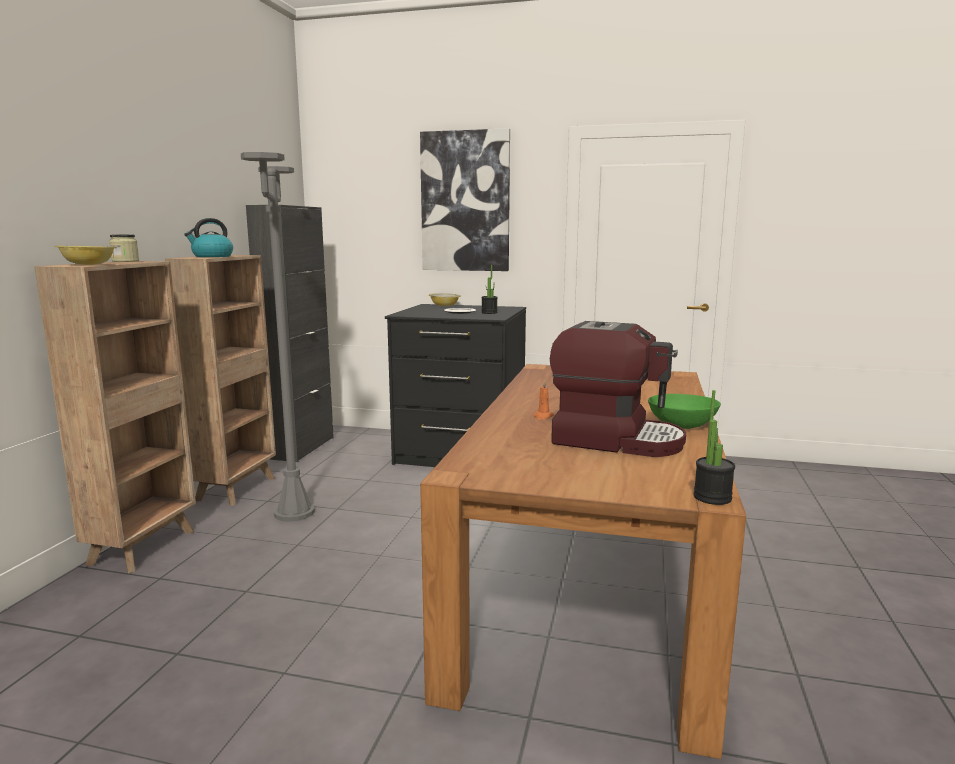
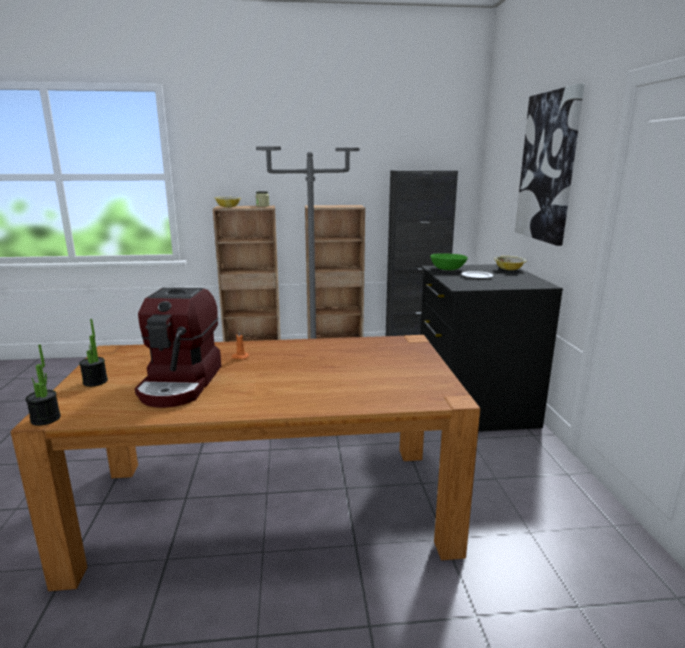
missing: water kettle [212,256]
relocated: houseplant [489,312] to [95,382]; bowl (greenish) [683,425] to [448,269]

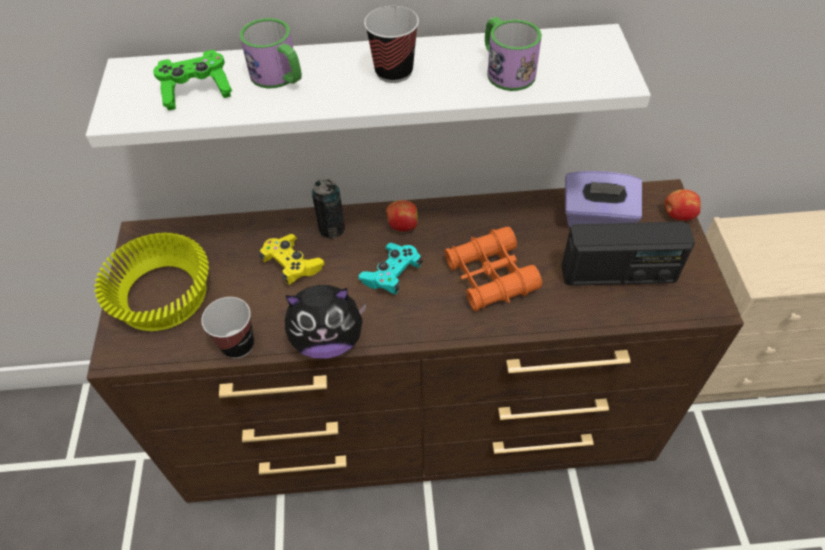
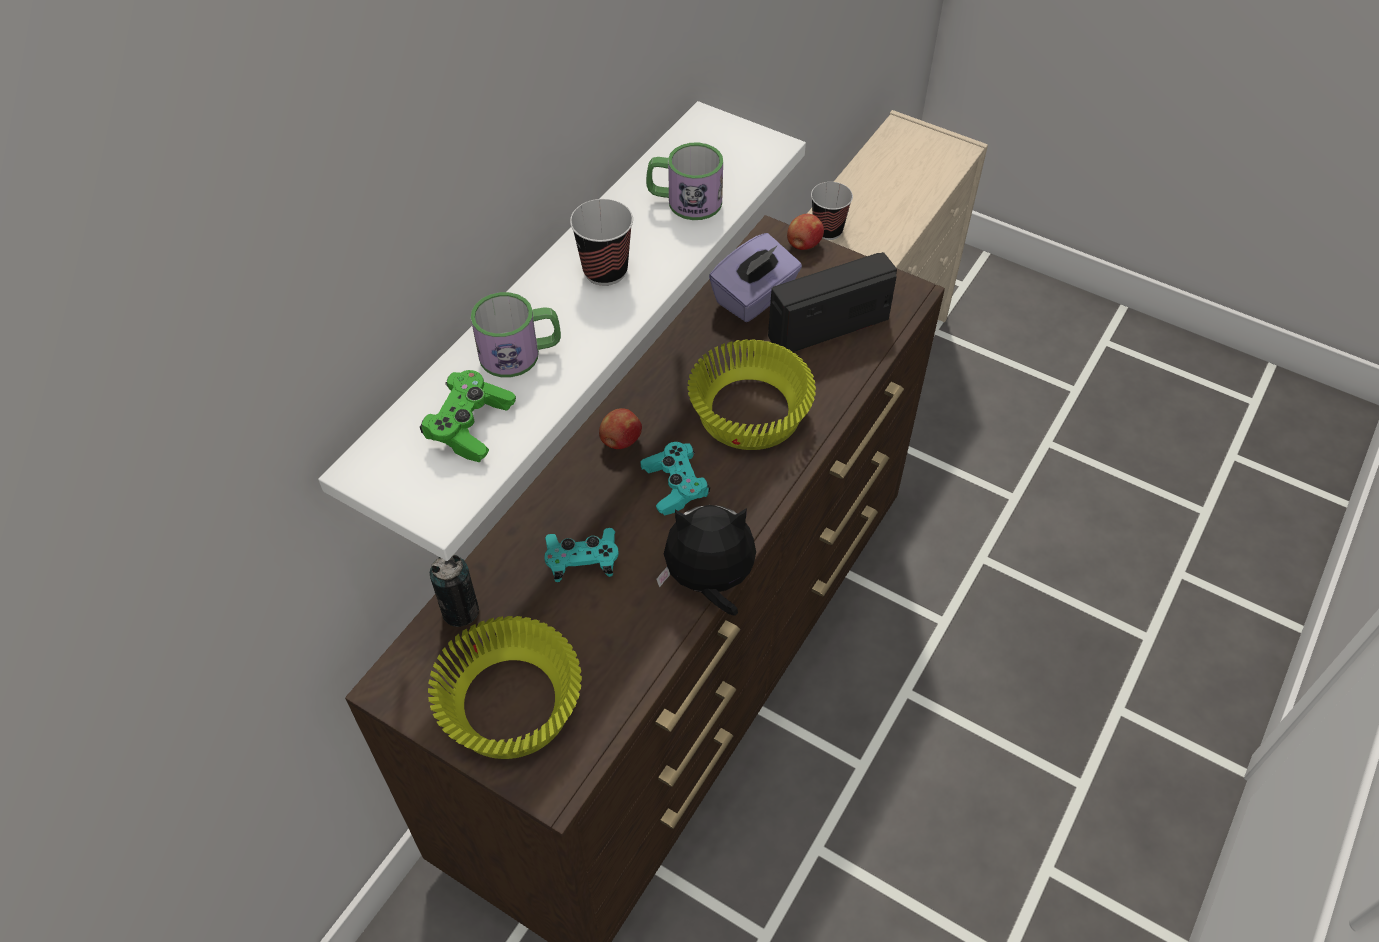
relocated: small cup [237,345] to [827,230]; metal can [332,228] to [460,611]
exchanged: pair of binoculars (orangey) [490,276] to bowl (yellow-coloured) [748,414]
colour: game controller (yellow-coloured) [292,265] to game controller (turquoise-coloured) [582,561]
spun: cuddly toy [328,340] = [709,583] 120 degrees counterclockwise; radio [618,274] = [828,326] 150 degrees counterclockwise

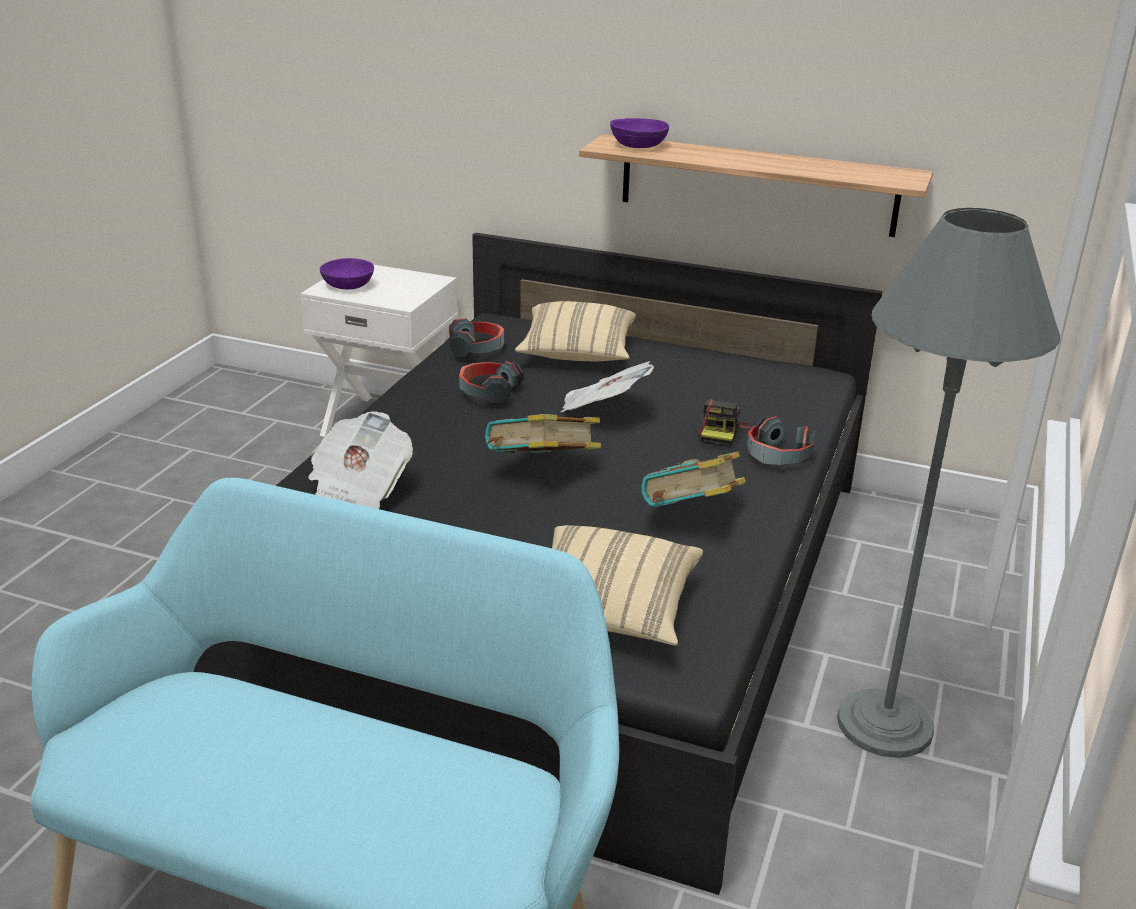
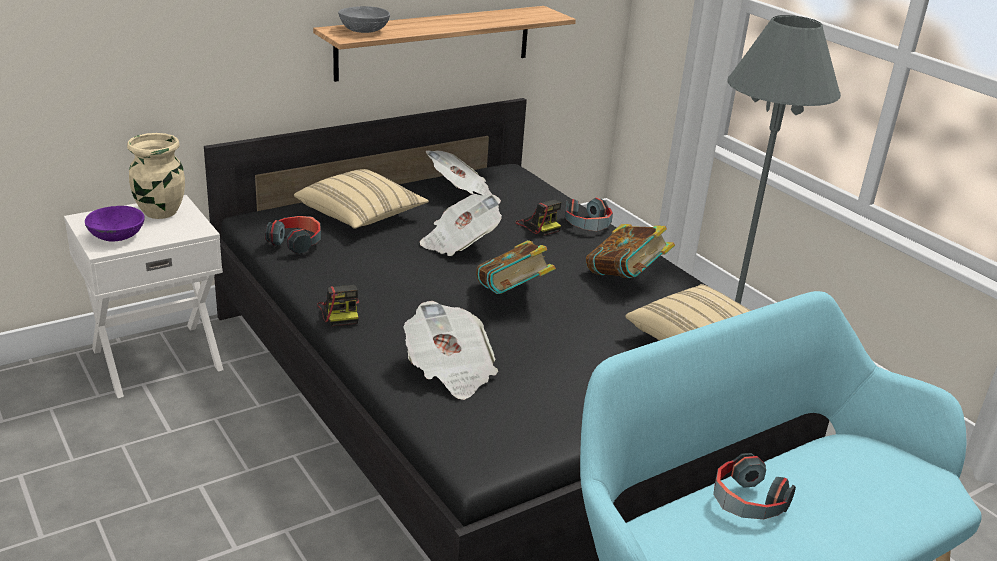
appeared: vase (sand-coloured) [160,212]; photo camera [340,312]; printed paper [460,191]
relocated: pair of headphones [488,392] to [747,501]
colour: bowl (purple-coloured) [638,146] to bowl (greyish) [364,30]

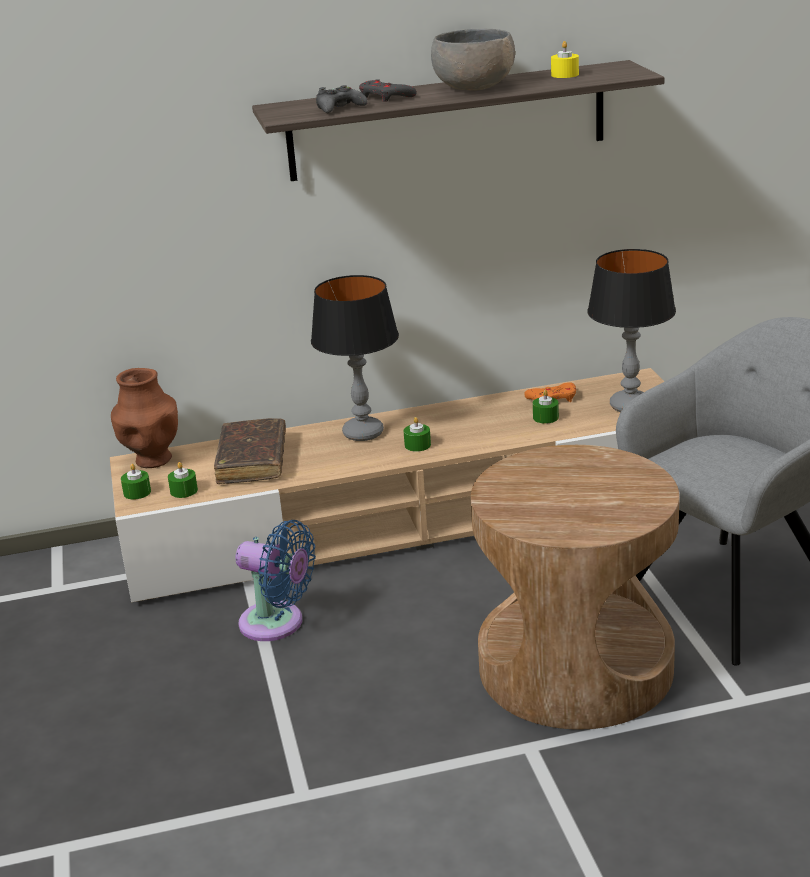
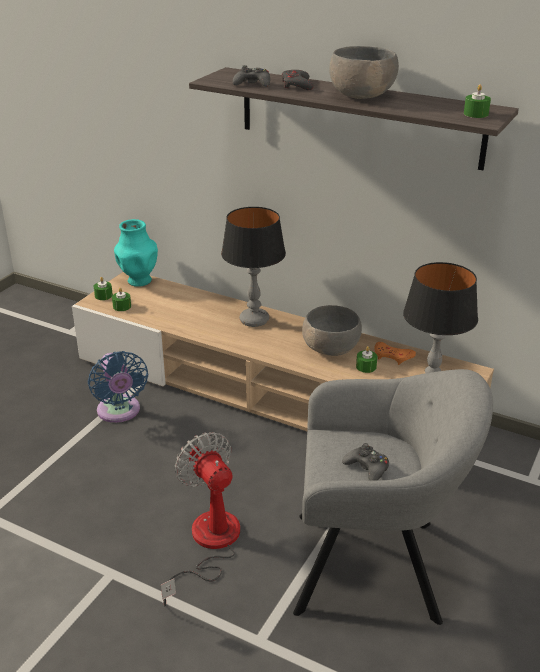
missing: volume (brown-coloured) [252,461]; candle (yellow-coloured) [565,74]
appeared: bowl (greyish) [330,348]; game controller (black-coloured) [367,468]
relocated: candle (greenish) [417,445] to [476,114]
exchanged: accent table (brown-coloured) [576,667] to cooling fan [208,544]
colour: vase (brown-coloured) [152,460] to vase (turquoise-coloured) [138,281]

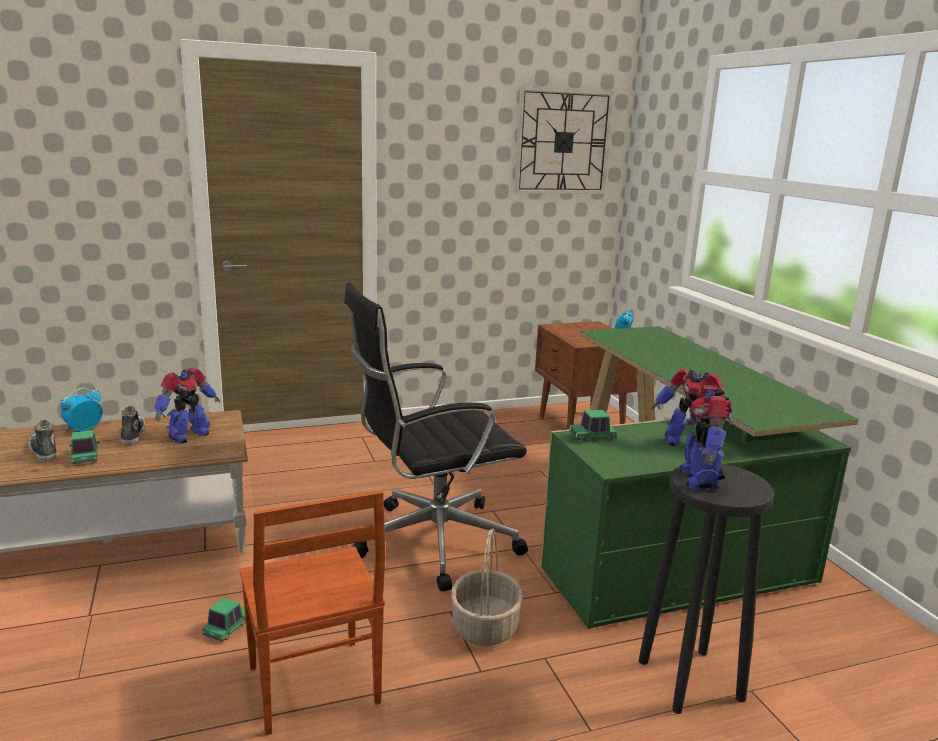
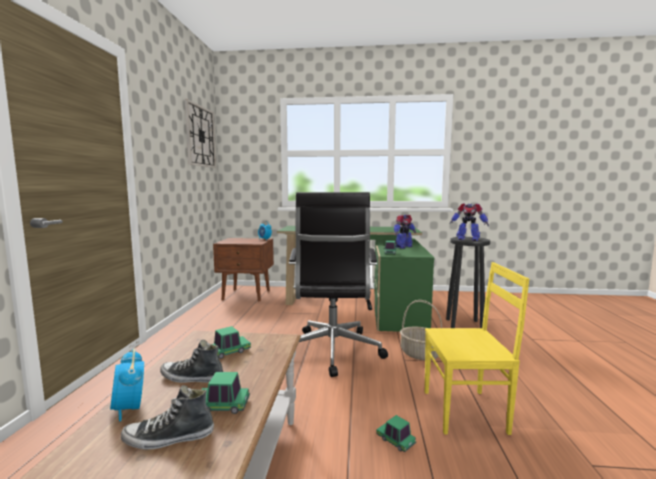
exchanged: robot figure [188,436] to model car [229,352]
colour: upright chair (brown-coloured) [312,687] to upright chair (yellow-coloured) [466,412]

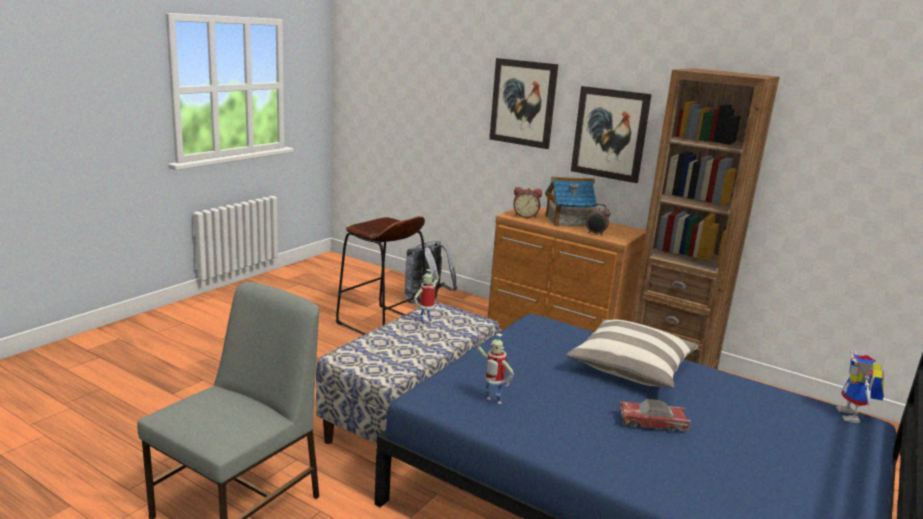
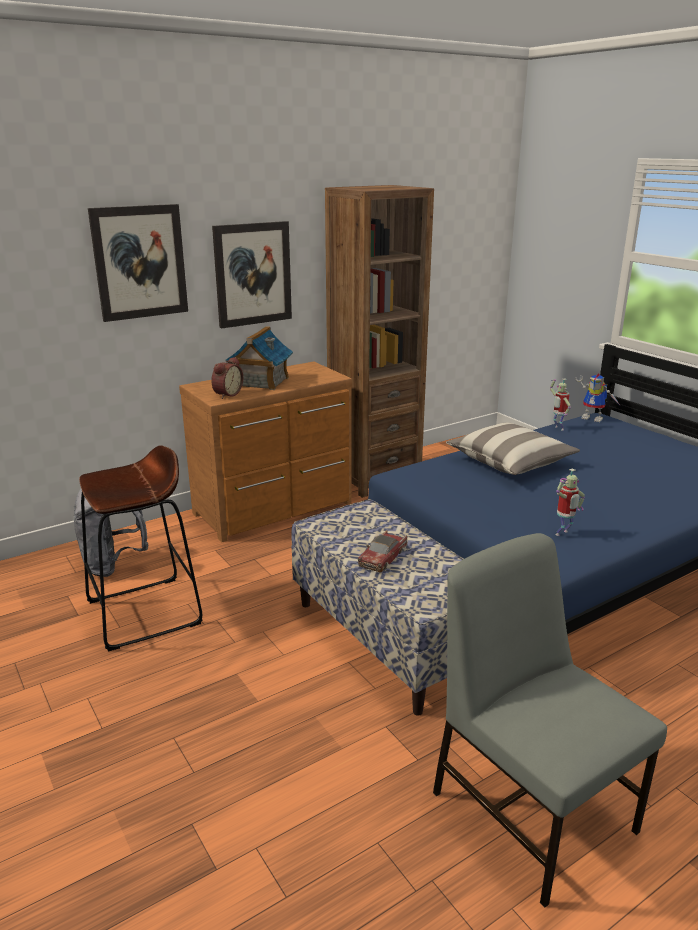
missing: alarm clock [595,234]
relocated: robot figure [425,323] to [557,428]; model car [652,422] to [383,557]

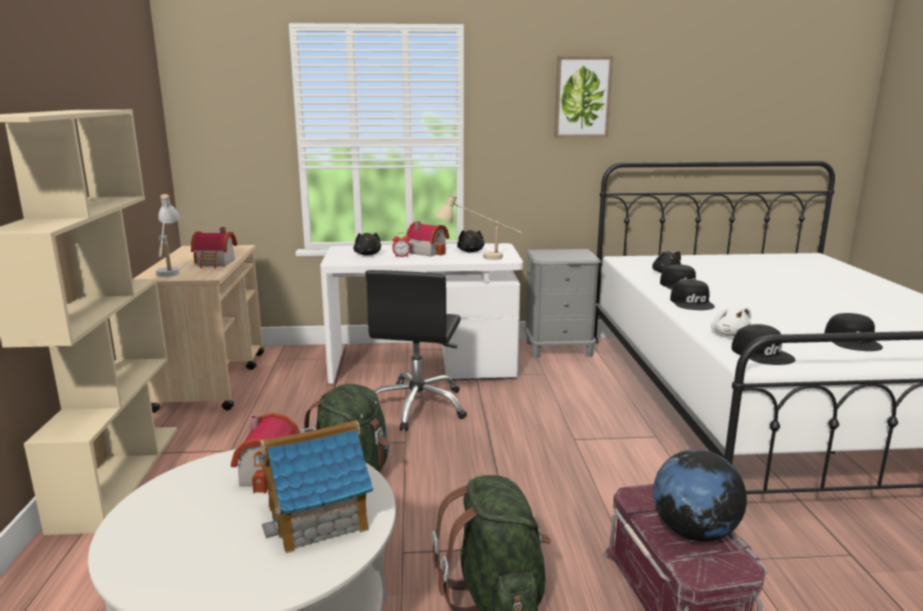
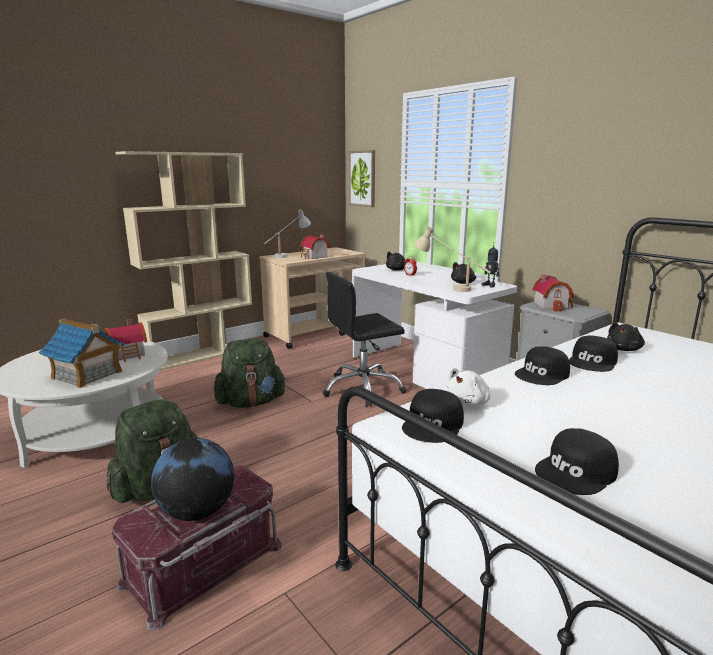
appeared: robot figure [490,285]
relocated: miniature house [428,251] to [552,306]; wall picture [582,97] to [362,178]

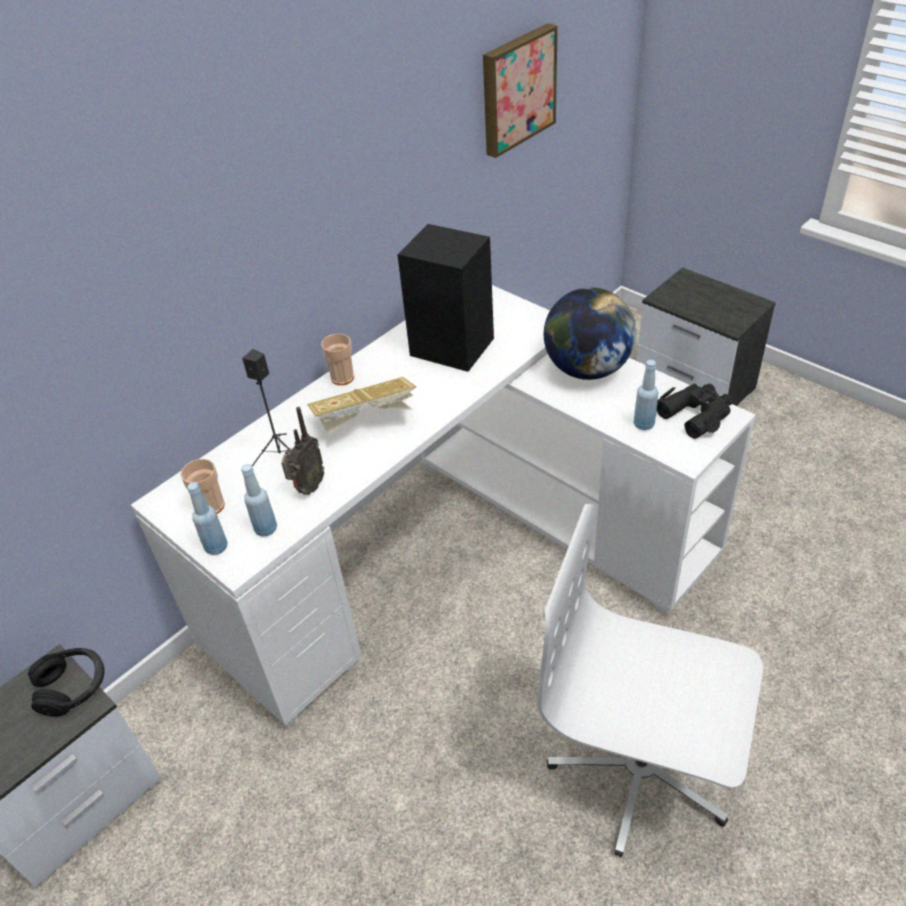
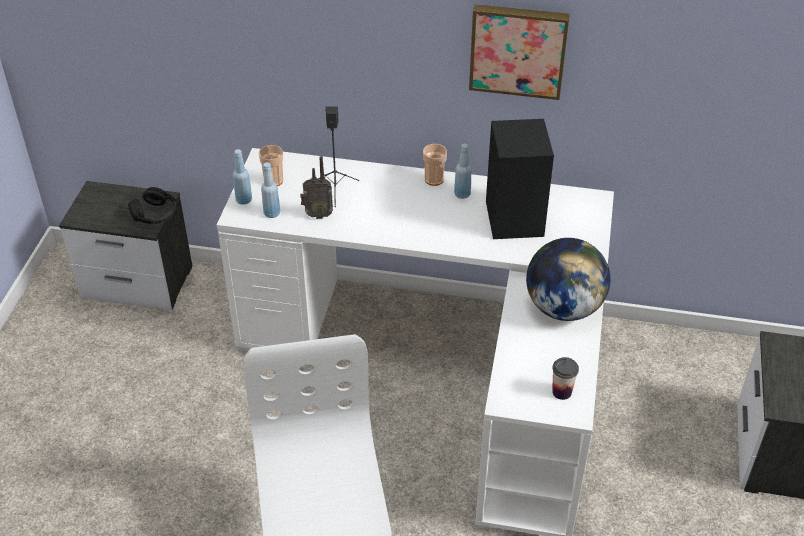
missing: volume [366,421]
relocated: wall picture [516,89] to [518,49]; bottle (bluish) [643,424] to [462,194]
exchanged: pair of binoculars (black-coloured) [696,414] to small cup [561,392]

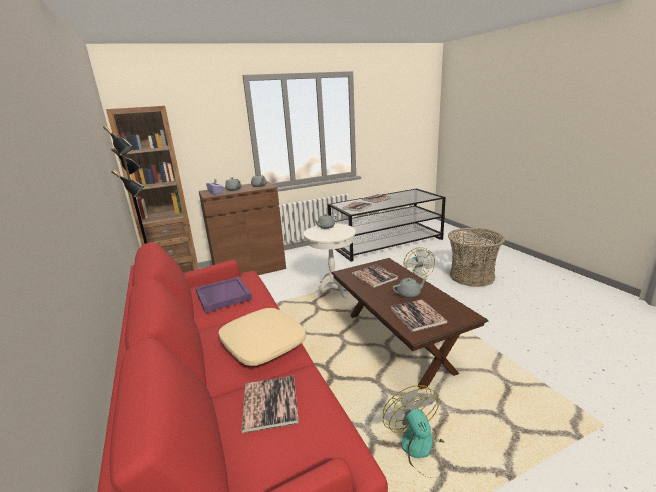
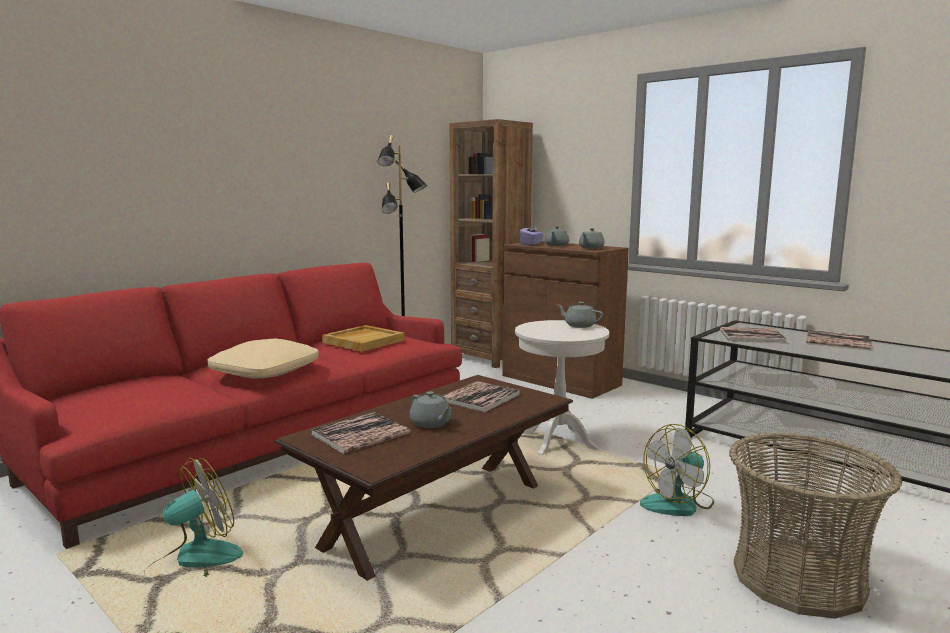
missing: volume [270,404]
colour: tray (purple-coloured) [223,296] to tray (sand-coloured) [363,341]

